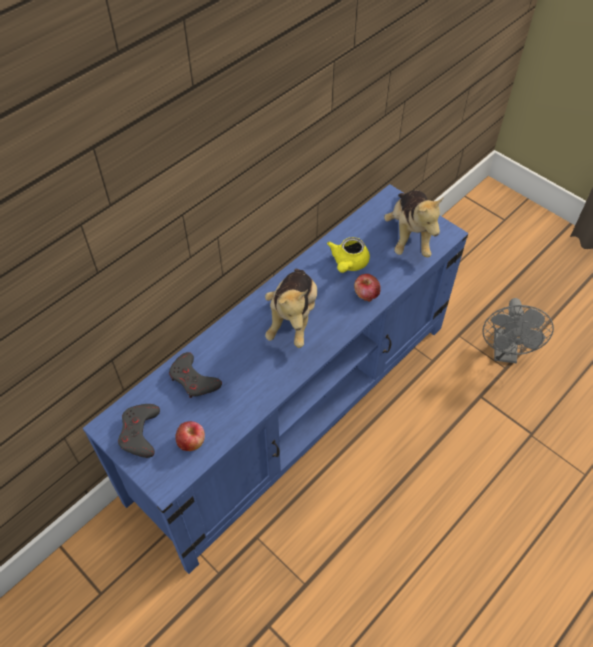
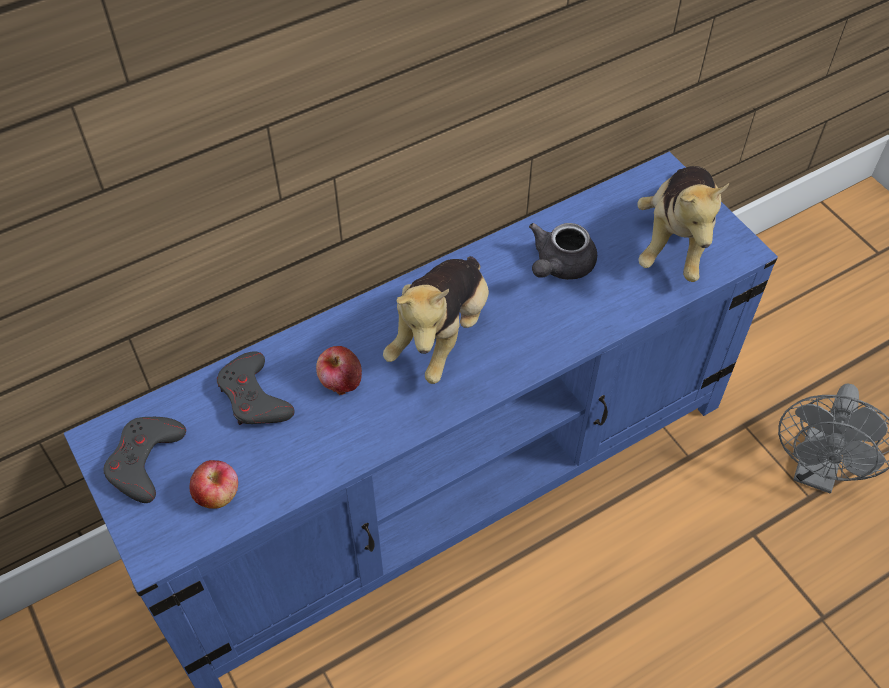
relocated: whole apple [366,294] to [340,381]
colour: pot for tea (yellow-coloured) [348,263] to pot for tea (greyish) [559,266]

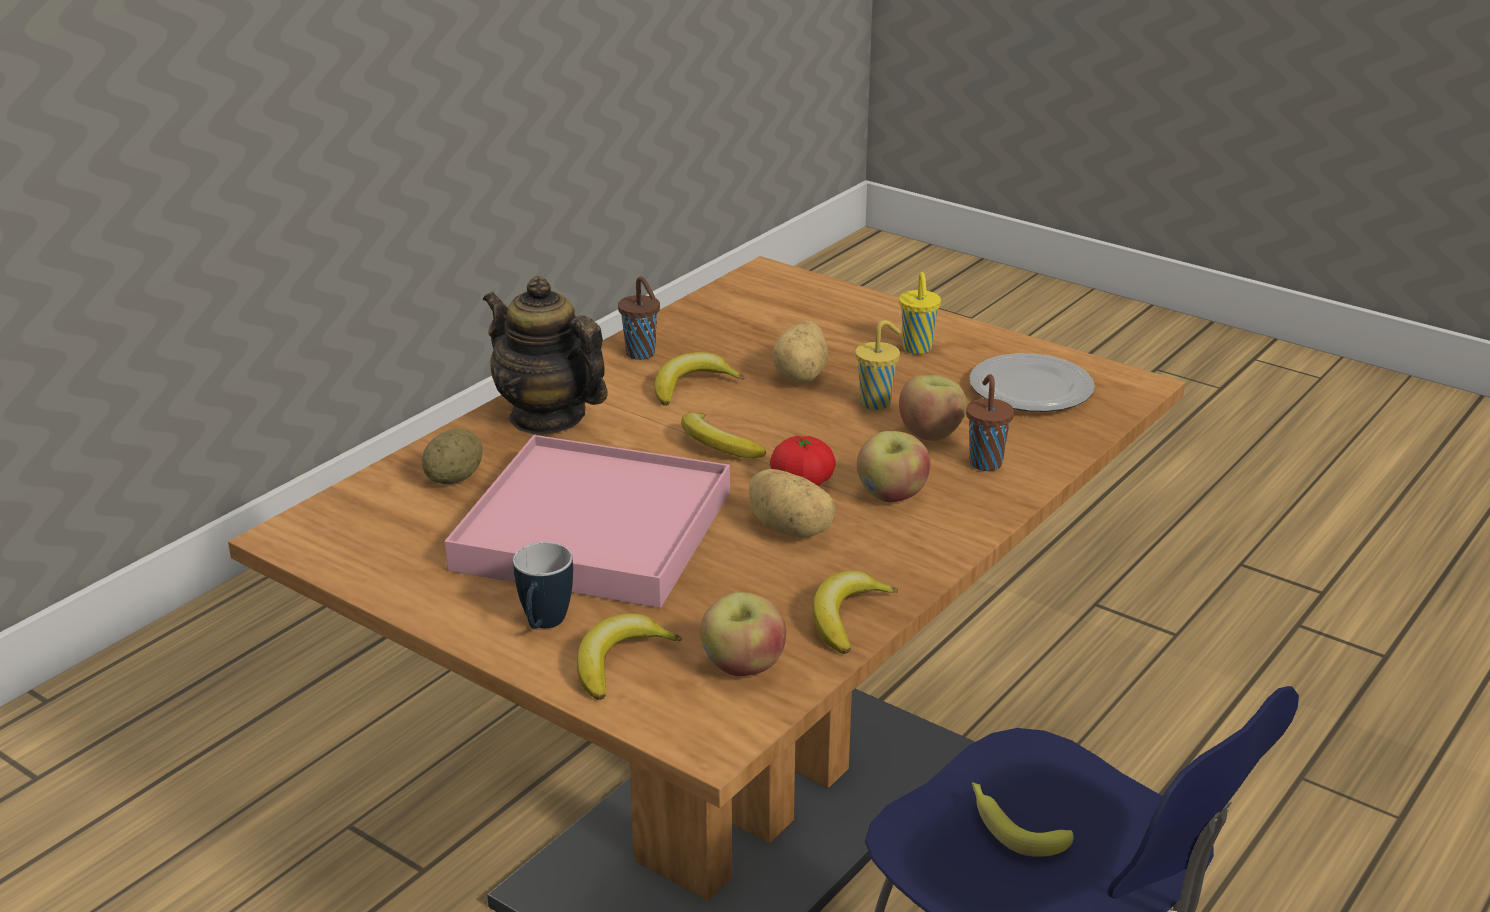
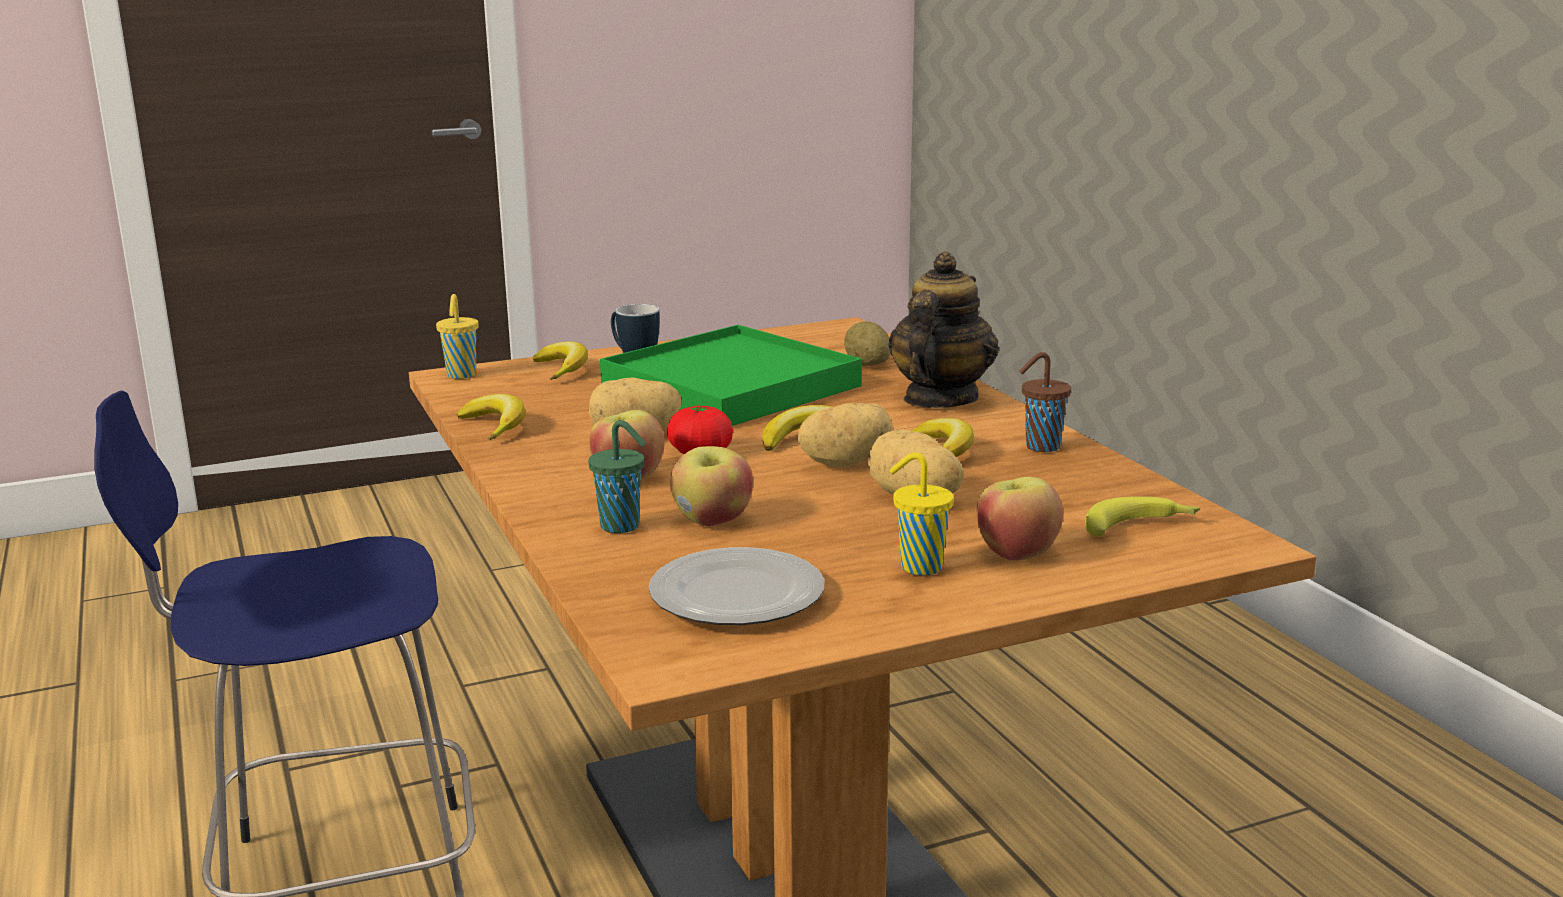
appeared: spud [845,462]
relocated: whole apple [742,667] to [1016,553]; small cup (yellow-coloured) [877,403] to [461,375]; banana [1013,826] to [1141,527]
colour: tray (pink) [593,531] to tray (greenish) [731,386]; small cup (brown-coloured) [985,462] to small cup (greenish) [622,527]
spun: pot for tea [547,417] = [939,399] 45 degrees counterclockwise

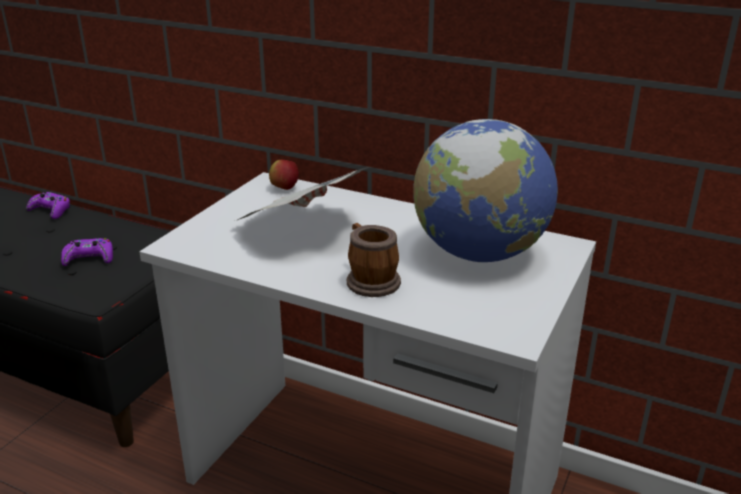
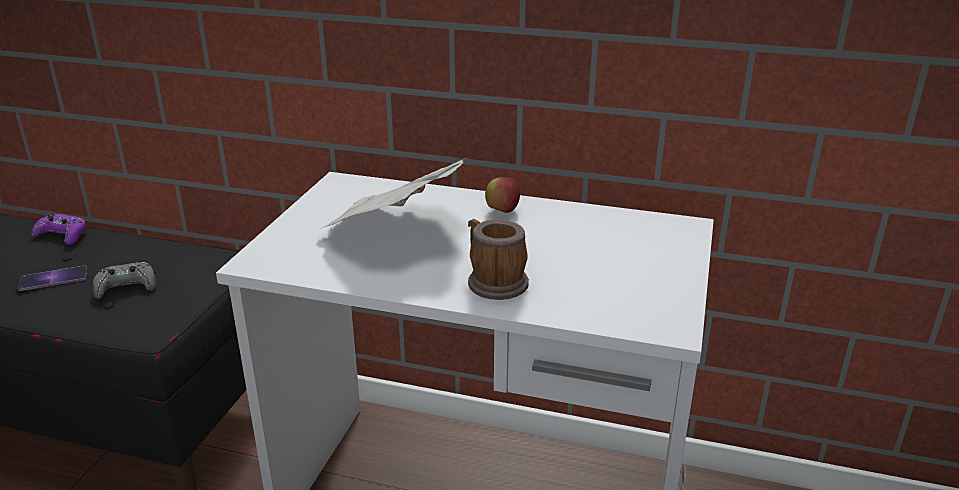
missing: world globe [479,253]
appeared: phone [53,278]
relocated: whole apple [284,188] to [502,211]
colour: game controller (purple-coloured) [89,258] to game controller (greyish) [126,287]

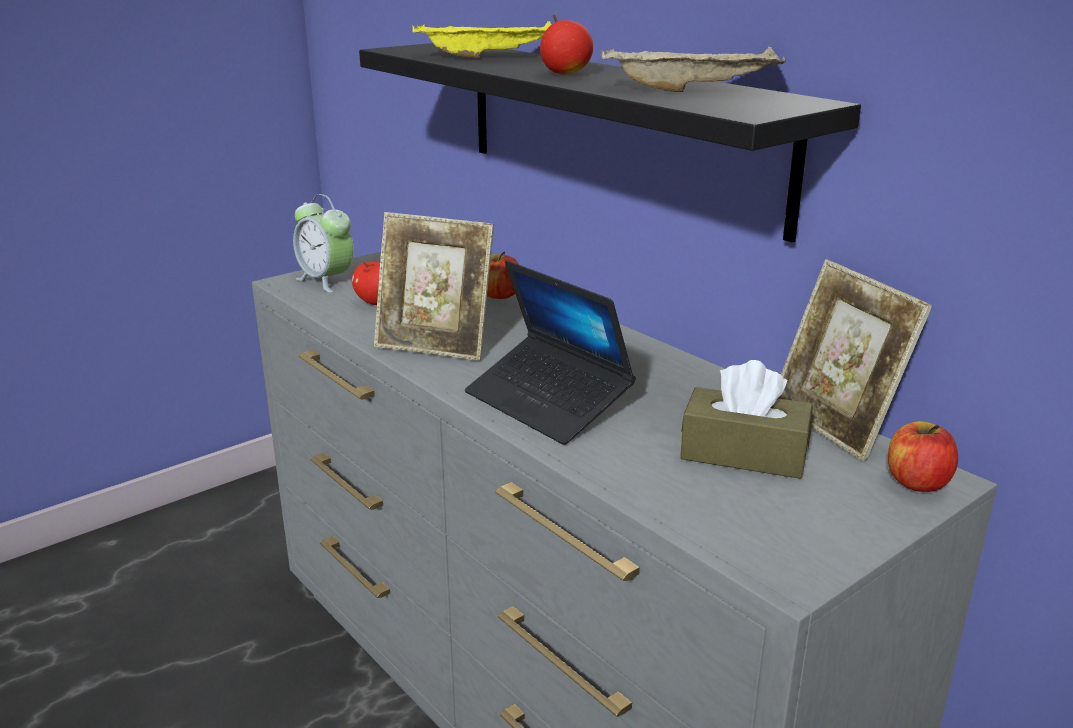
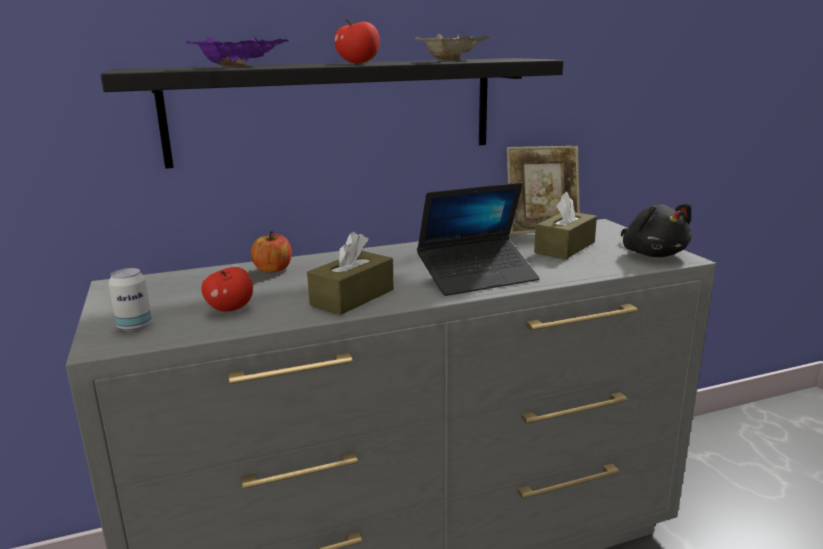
missing: whole apple [917,482]
appeared: cuddly toy (black-coloured) [652,254]
exchanged: alarm clock [326,281] to metal can [135,326]; photo frame [435,346] to box of tissues (brown-coloured) [352,297]
colour: tray (yellow-coloured) [489,57] to tray (purple-coloured) [242,66]

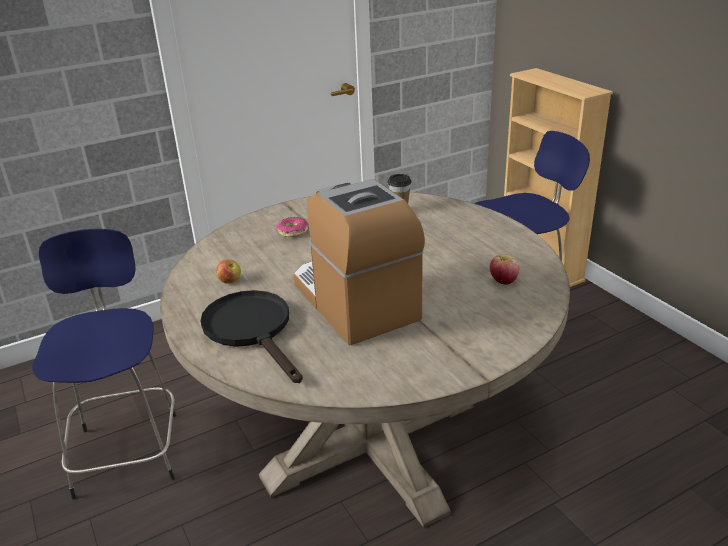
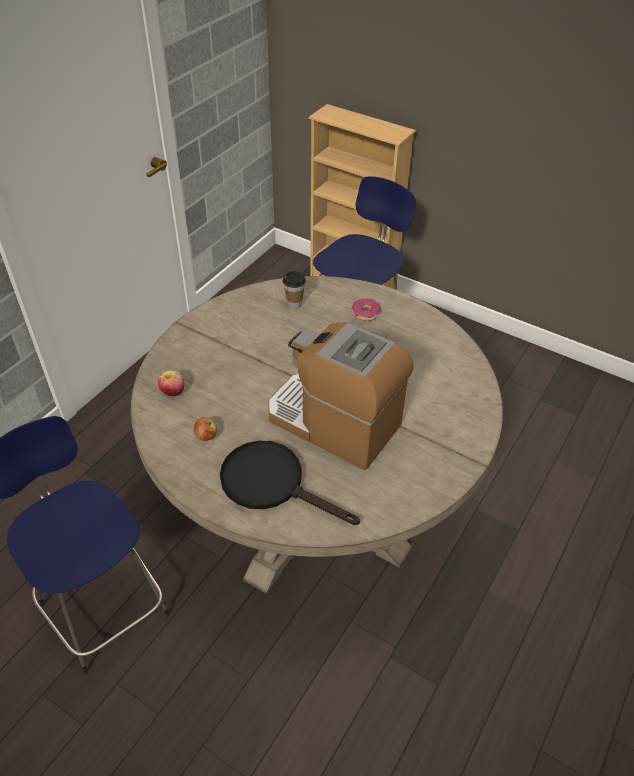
relocated: ring doughnut [292,232] to [365,313]; whole apple [503,281] to [173,392]

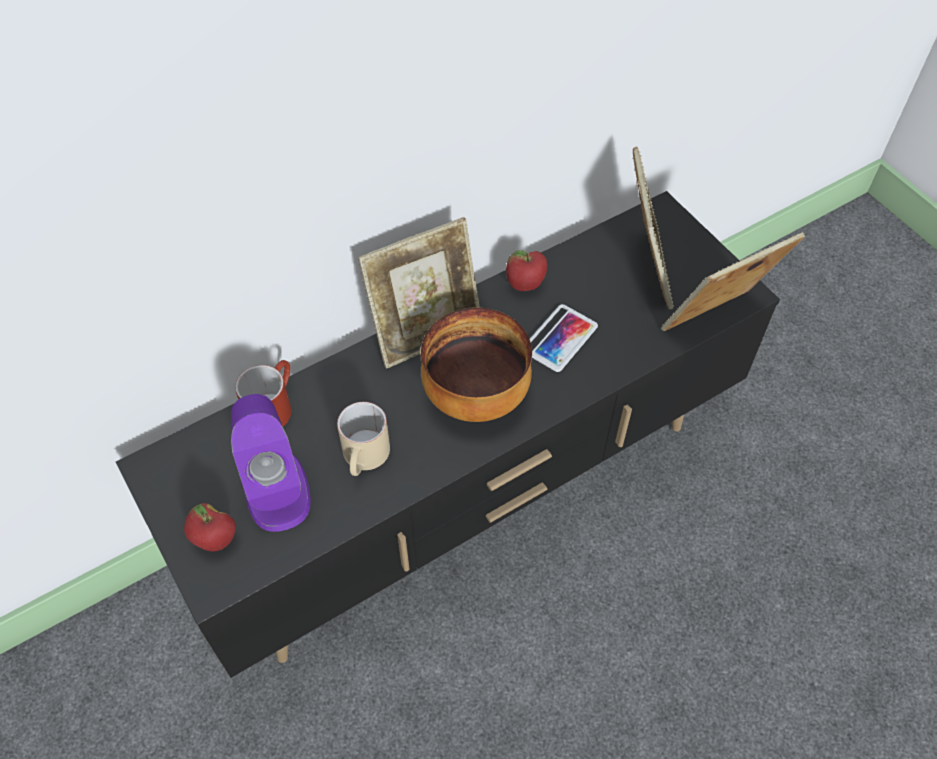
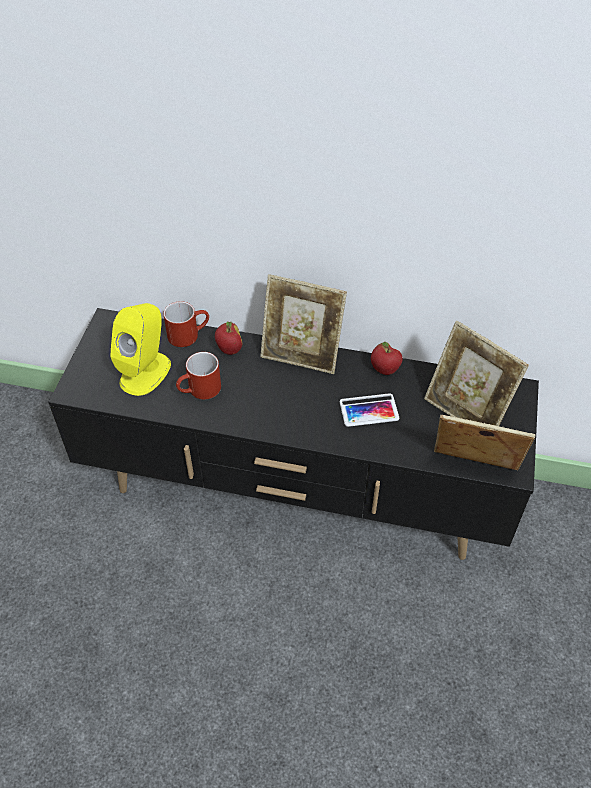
missing: bowl [477,396]
relocated: whole apple [215,540] to [229,350]
colour: audio speaker (purple-coloured) [276,489] to audio speaker (yellow-coloured) [145,372]; mug (sand-coloured) [366,459] to mug (red) [200,391]
spun: photo frame [644,269] = [466,412] 90 degrees clockwise

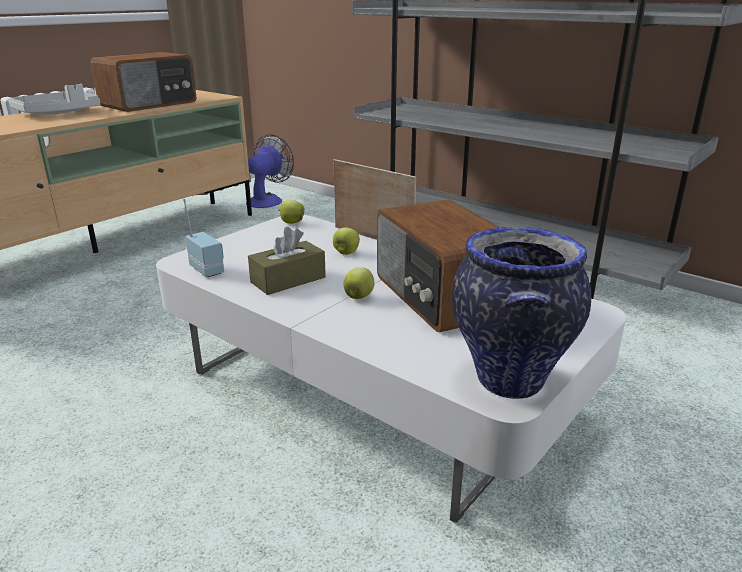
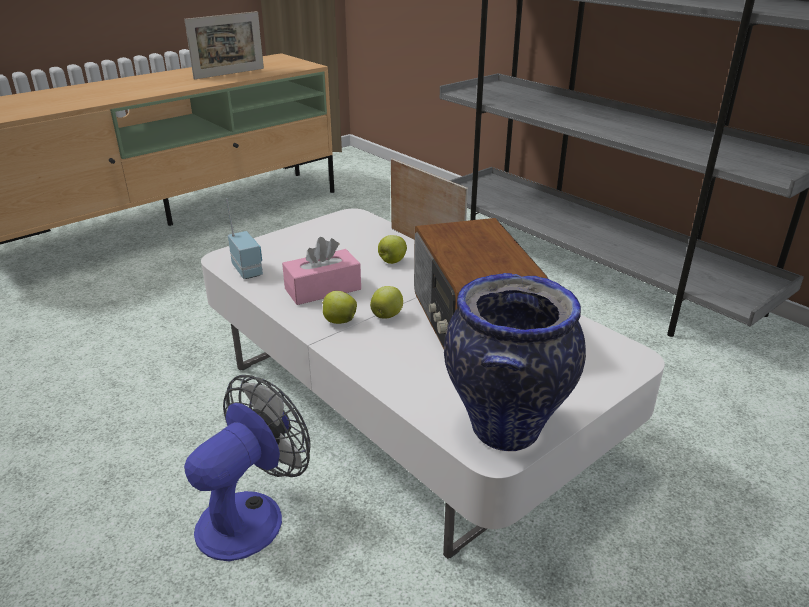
missing: tray (greyish) [58,113]
relocated: cooling fan [268,200] to [251,514]; whole apple [291,222] to [339,321]
exchanged: radio [150,104] to photo frame [229,73]
colour: box of tissues (brown-coloured) [288,280] to box of tissues (pink) [323,289]

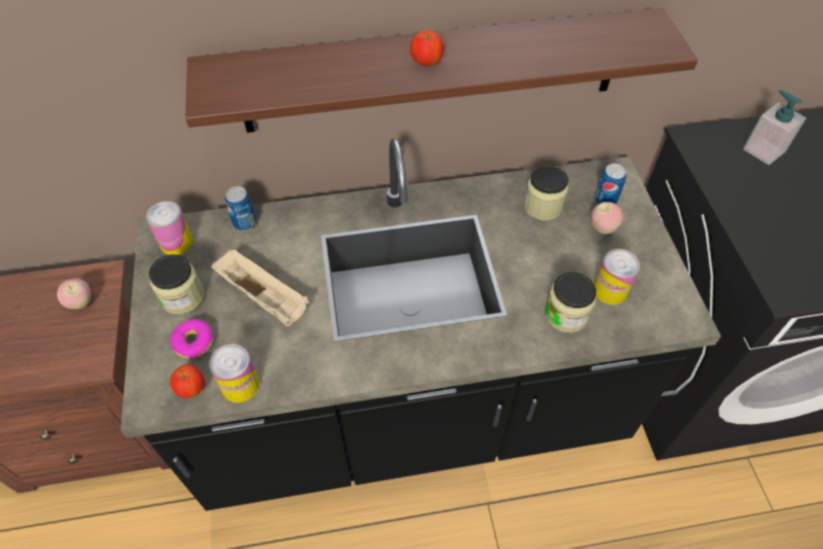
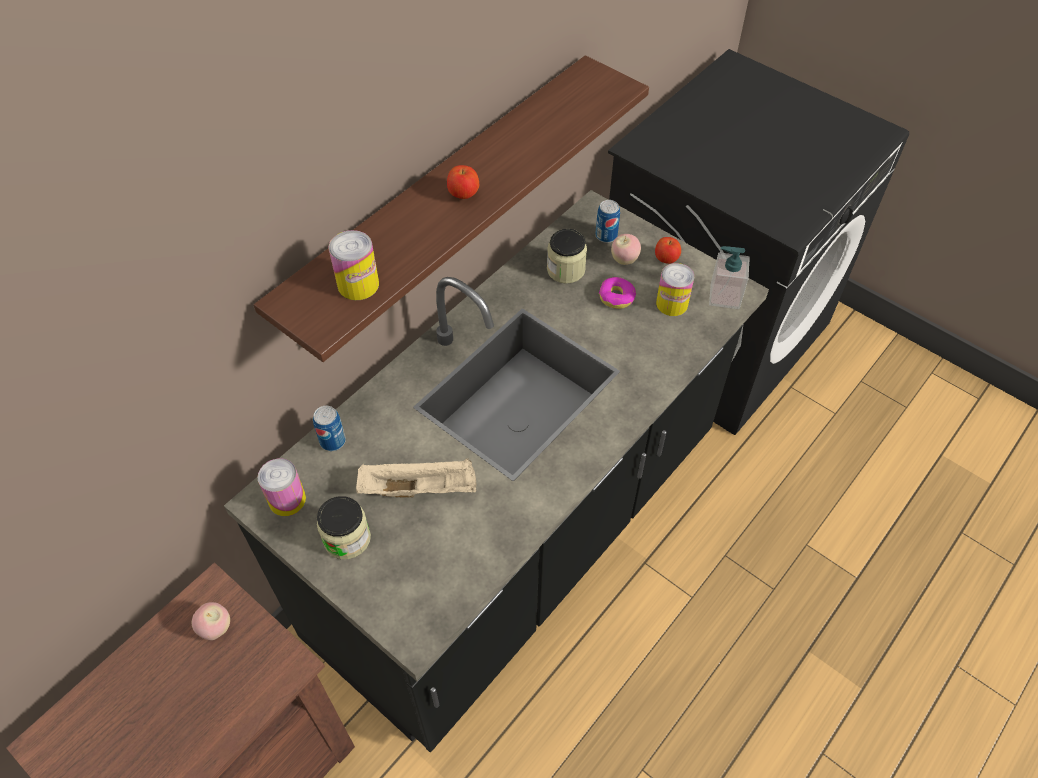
missing: jar [566,314]
relocated: ring doughnut [194,342] to [616,297]; whole apple [191,388] to [666,259]; metal can [240,385] to [358,284]; liquid soap bottle [763,150] to [724,296]

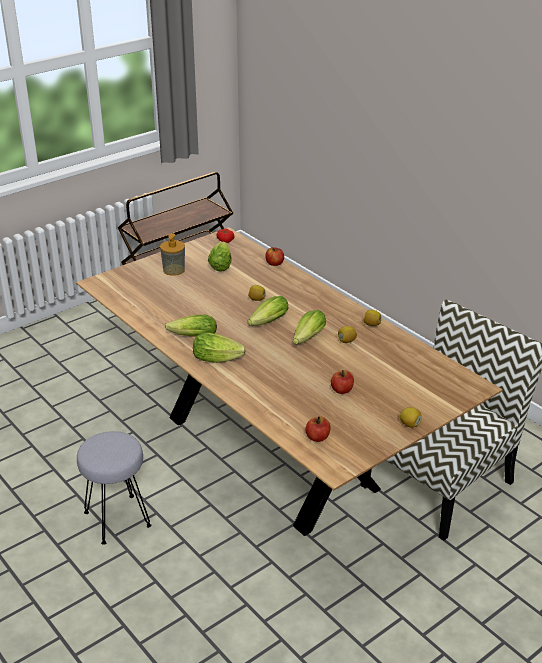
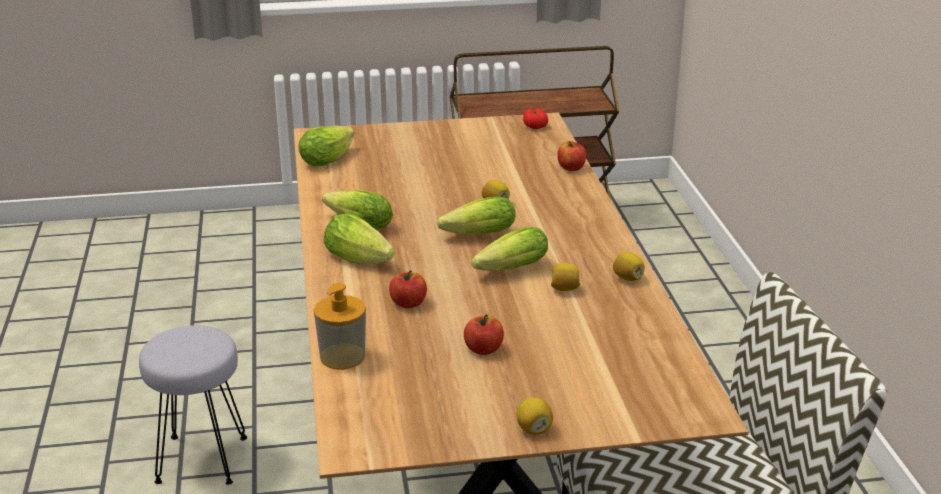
relocated: liquid soap bottle [174,270] to [342,357]; lettuce head [221,264] to [330,158]; whole apple [317,437] to [408,303]

